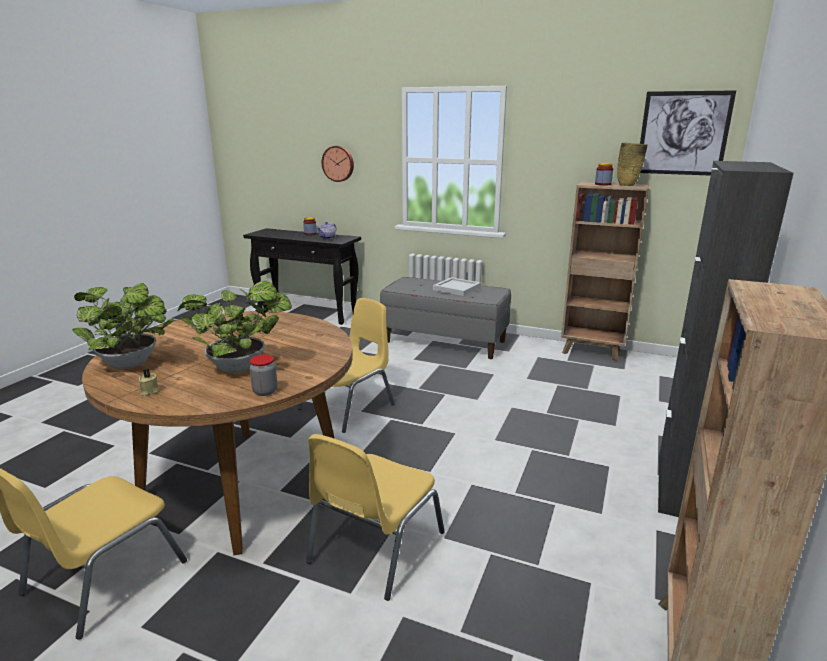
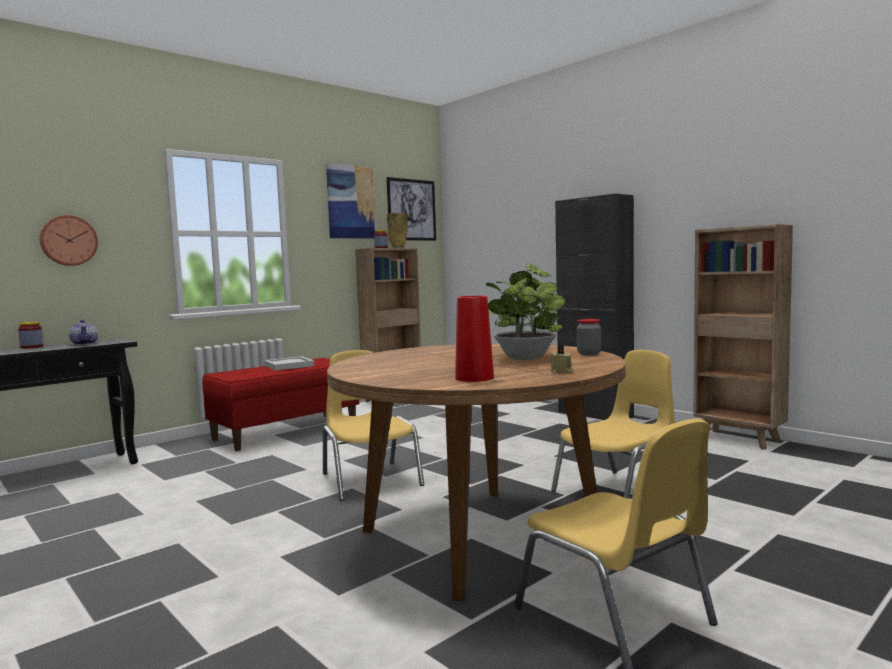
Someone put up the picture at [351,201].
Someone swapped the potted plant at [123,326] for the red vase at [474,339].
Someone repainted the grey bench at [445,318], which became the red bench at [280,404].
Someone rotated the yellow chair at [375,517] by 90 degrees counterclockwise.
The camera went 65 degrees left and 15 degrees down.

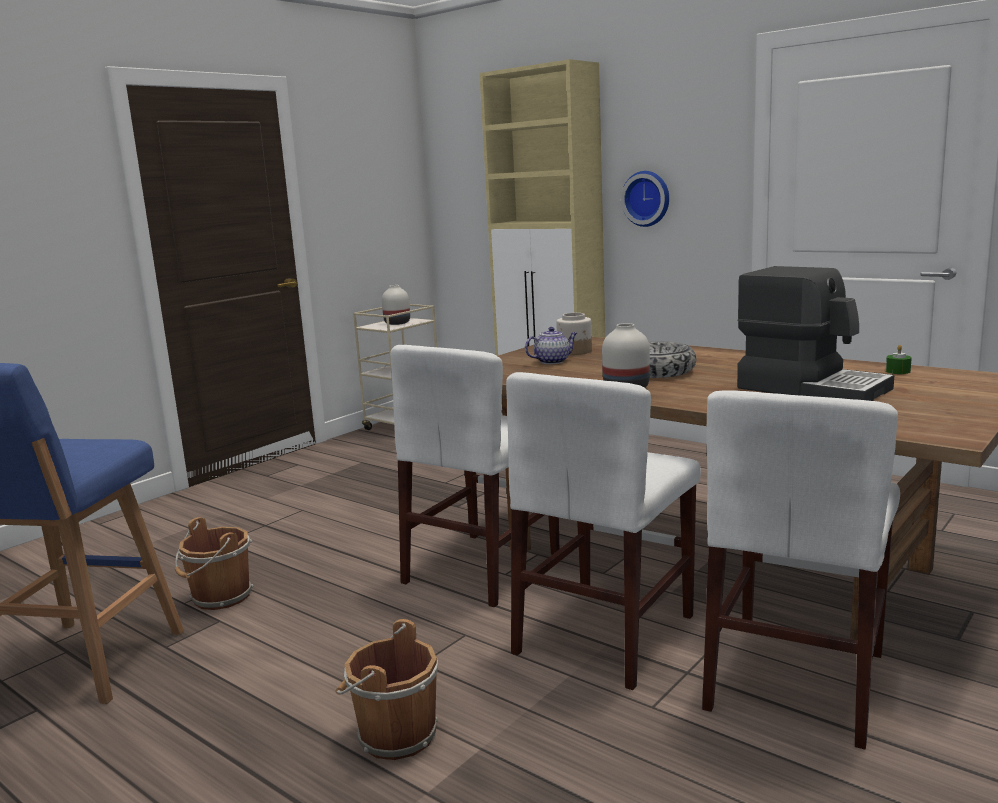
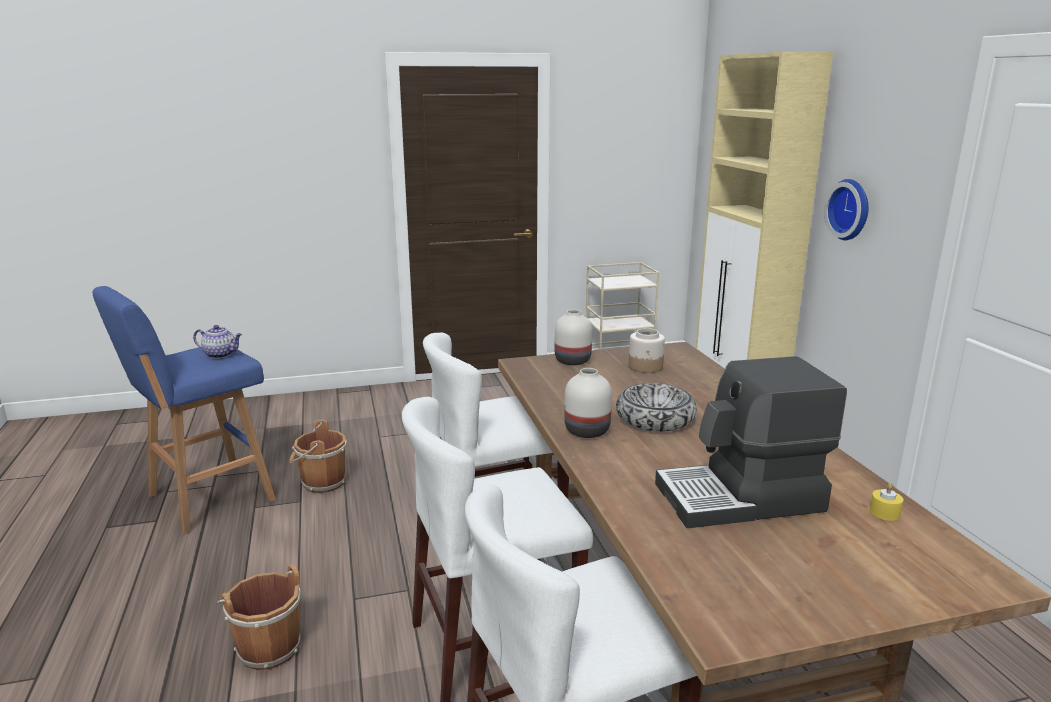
Someone carried the white vase from [396,305] to [573,337].
Someone carried the teapot from [551,345] to [217,341].
Someone repainted the green candle at [899,359], which became the yellow candle at [886,502].
Someone rotated the coffee machine at [815,333] by 90 degrees clockwise.
The camera went 35 degrees right and 5 degrees up.

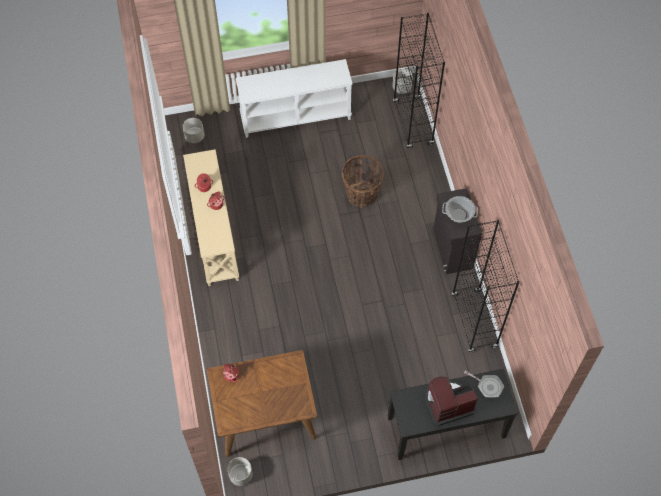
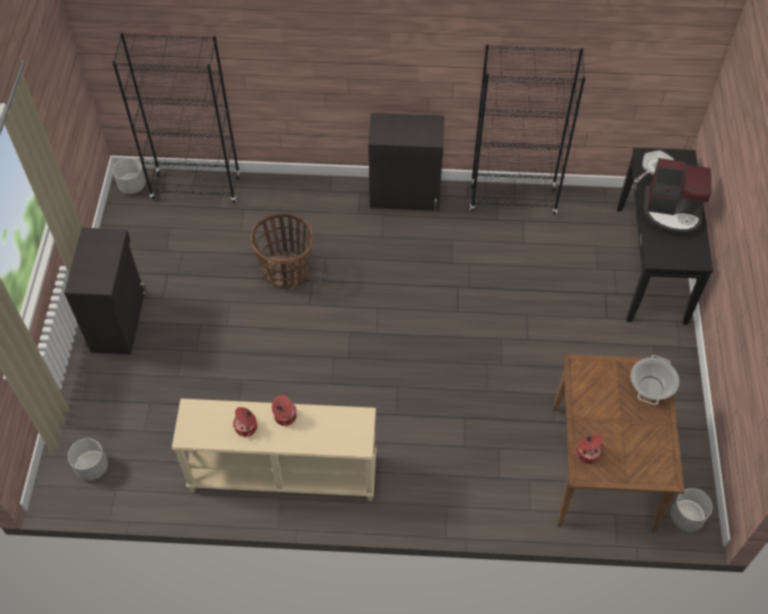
Someone carried the cooking pot from [460,209] to [655,380].
Someone swapped the white console table at [294,98] for the black cabinet at [106,291].
Someone rotated the coffee machine at [451,401] by 75 degrees counterclockwise.
The camera went 75 degrees left and 5 degrees down.

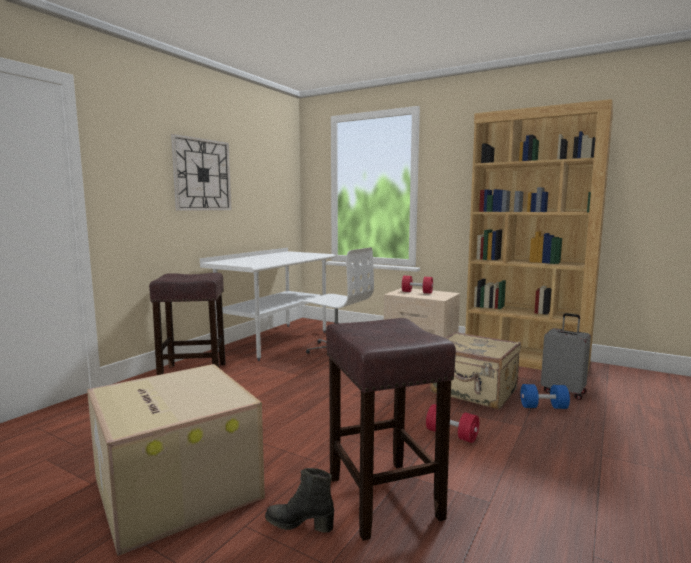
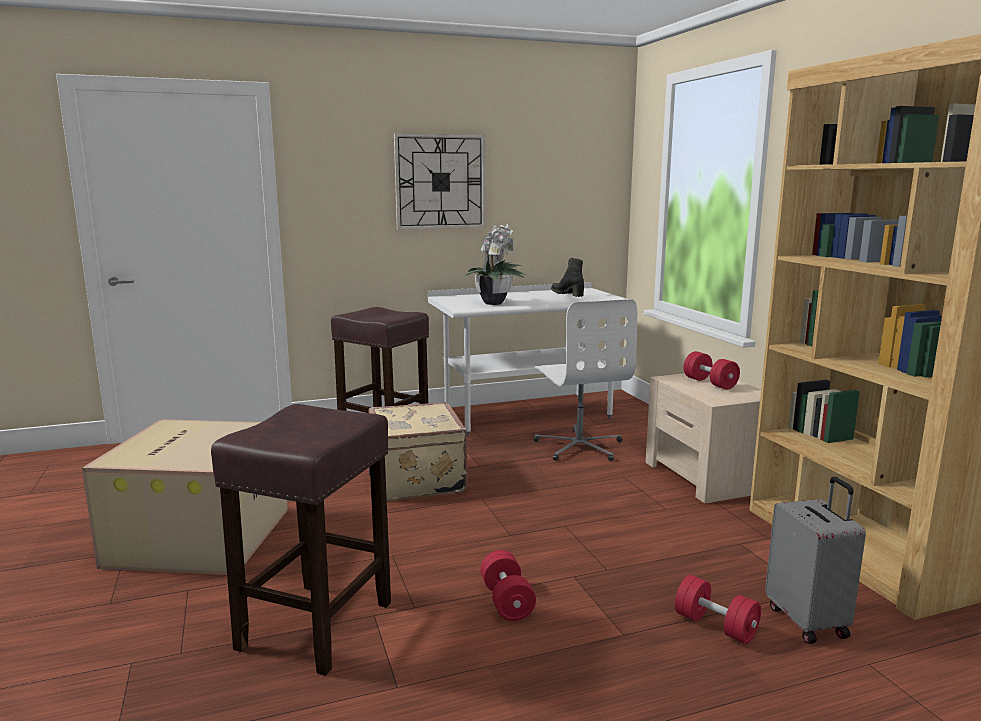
Someone put down the potted plant at [495,264].
Someone carried the black boot from [299,500] to [567,277].
Someone carried the beige suitcase from [475,370] to [418,451].
Someone repainted the blue dumbbell at [545,396], which became the red dumbbell at [718,609].
The camera went 40 degrees right and 5 degrees up.

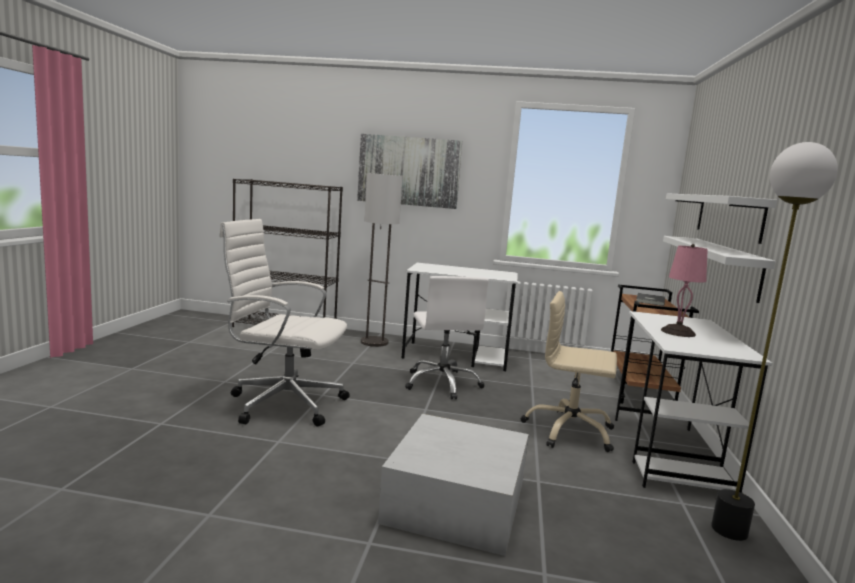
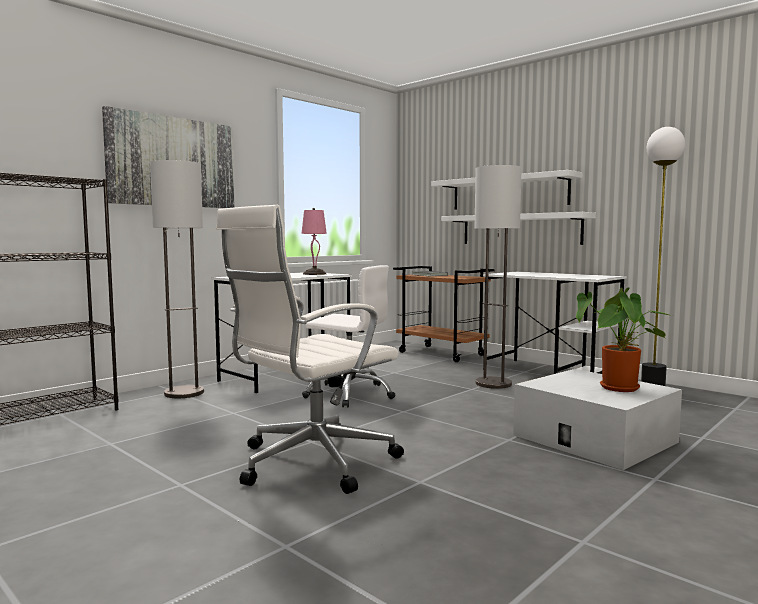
Someone put down the potted plant at [624,339].
Someone carried the pink table lamp from [684,290] to [314,241].
Someone swapped the beige office chair at [569,371] for the floor lamp at [498,277].
The camera went 55 degrees left and 5 degrees down.

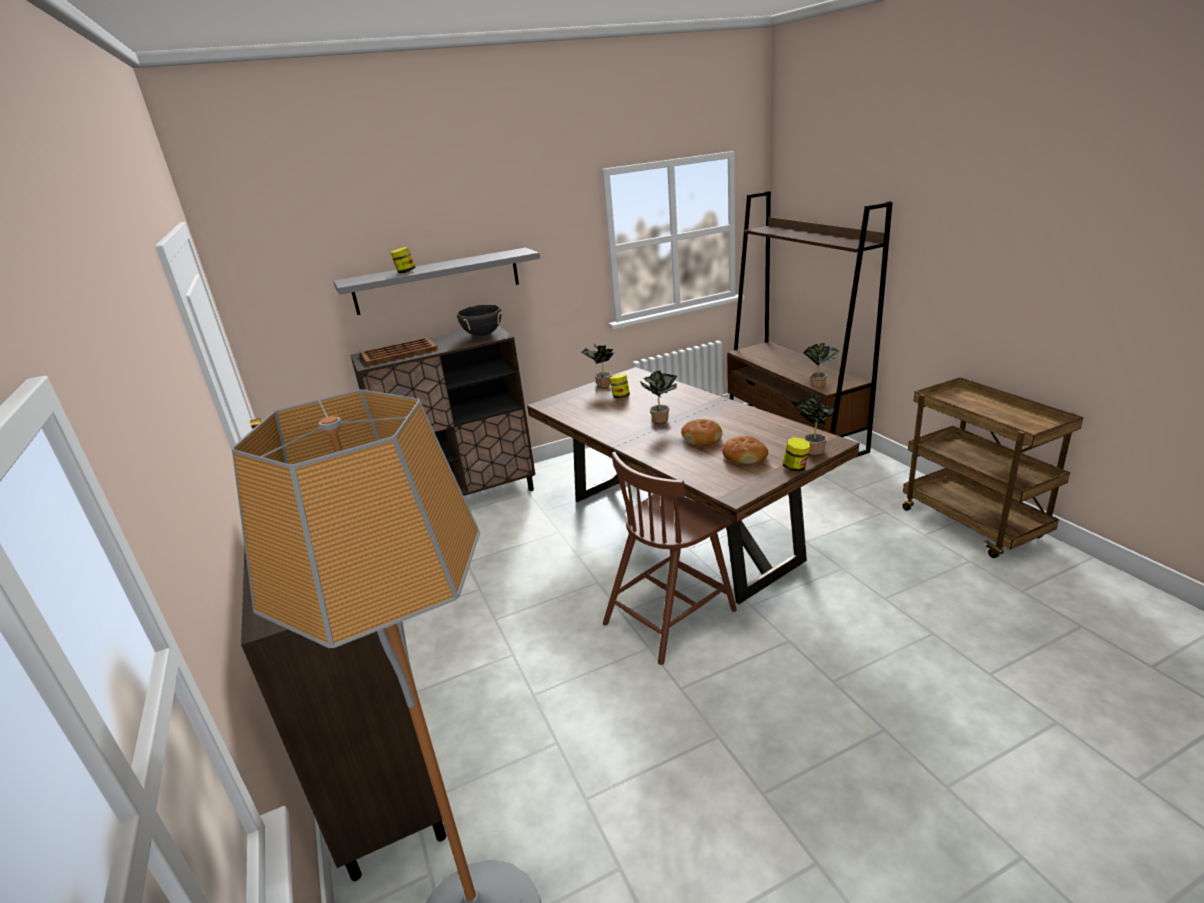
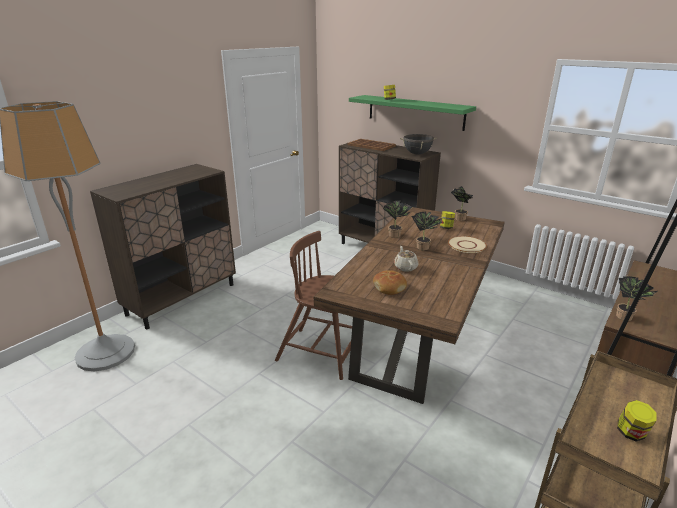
Someone put down the beige plate at [467,244].
Someone carried the jar from [796,454] to [637,421].
Someone carried the potted plant from [814,425] to [397,219].
Someone swapped the bread at [701,432] for the beige teapot at [406,259].
Someone repainted the grey shelf at [436,281], which became the green shelf at [412,113].
The camera went 60 degrees right and 0 degrees up.

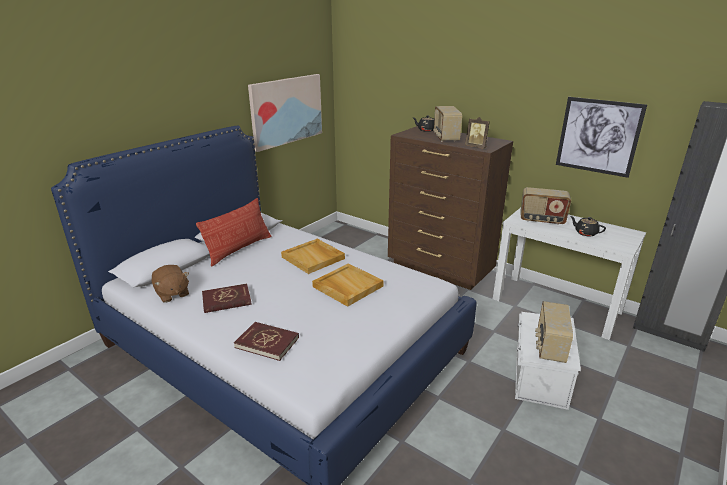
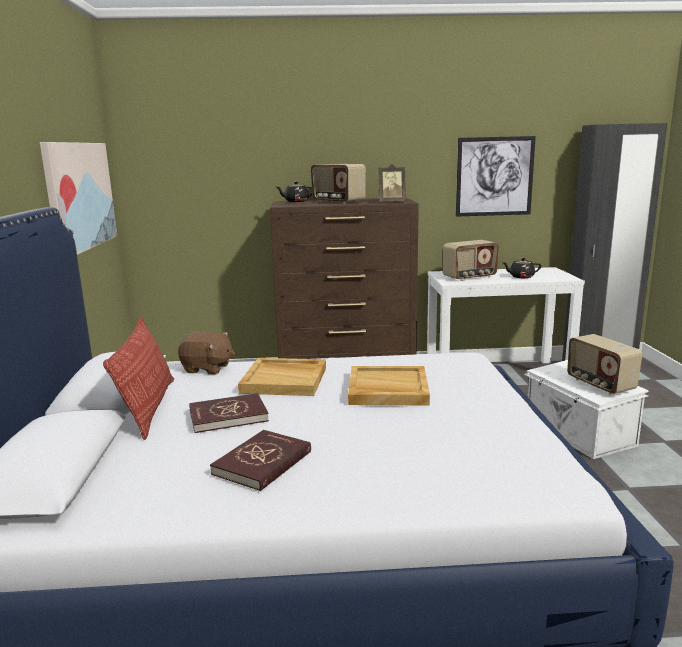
Someone carried the brown plush toy from [170,284] to [206,352].
Someone carried the red book from [266,341] to [229,413].
The camera went 40 degrees left and 10 degrees down.

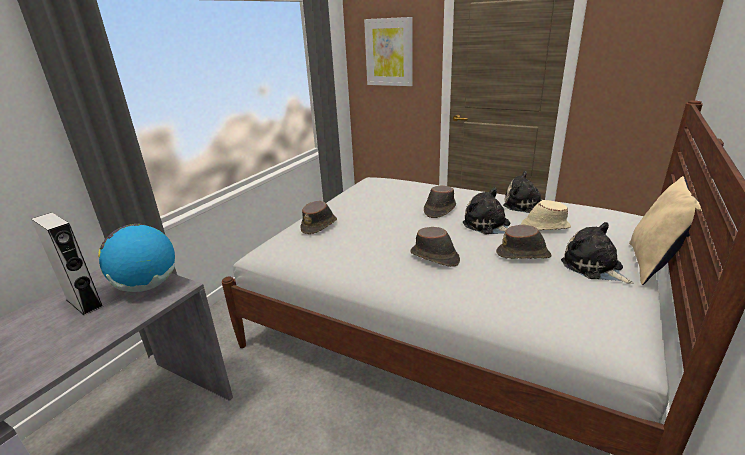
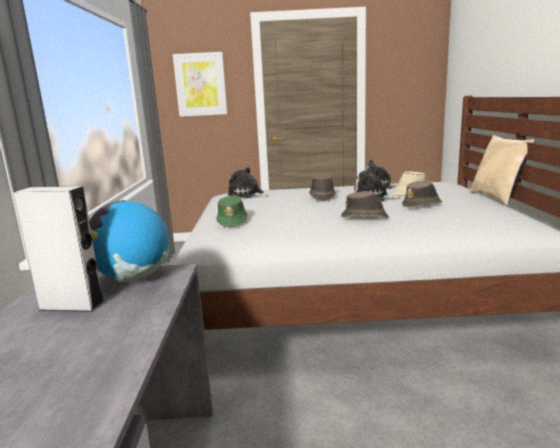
Someone carried the plush toy from [597,253] to [248,182].
Someone repainted the brown hat at [318,217], which became the green hat at [232,211].
The camera went 30 degrees left and 10 degrees down.

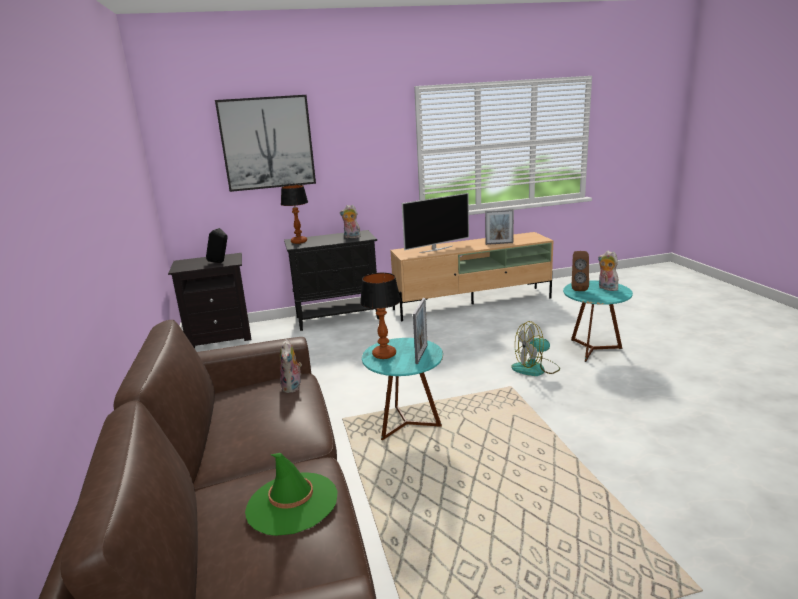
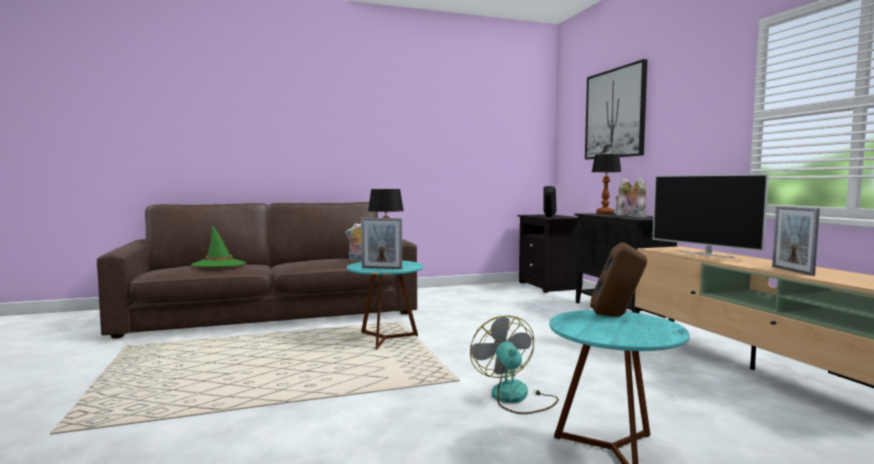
Someone carried the plush toy from [608,271] to [624,197].
The camera went 85 degrees right and 15 degrees down.

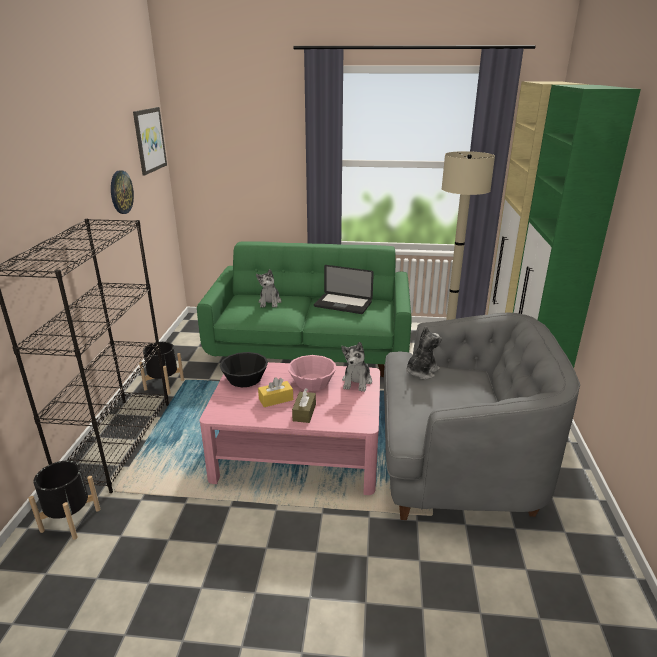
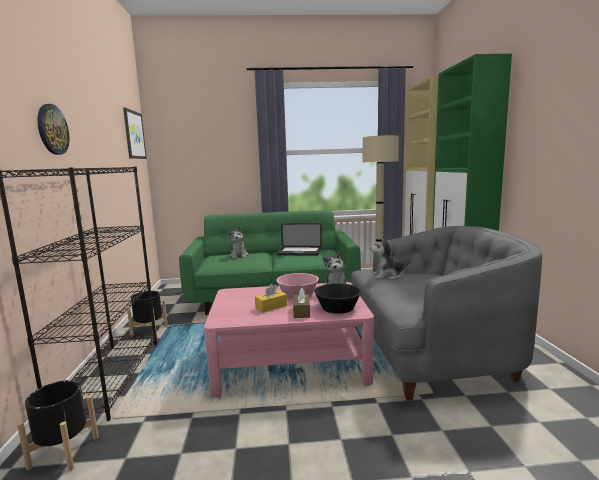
Someone carried the wall clock from [122,192] to [53,129].
Someone carried the black bowl from [243,369] to [338,298].
Someone rotated the plush toy at [424,352] by 120 degrees counterclockwise.
The camera went 10 degrees left and 15 degrees down.

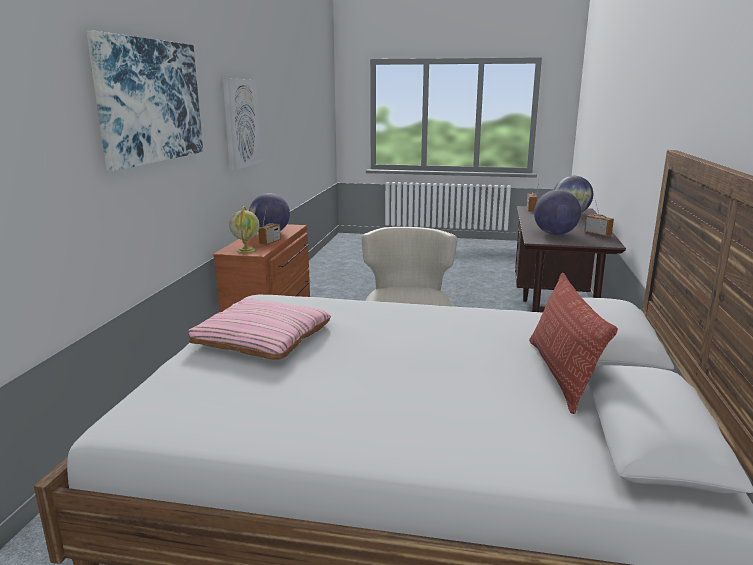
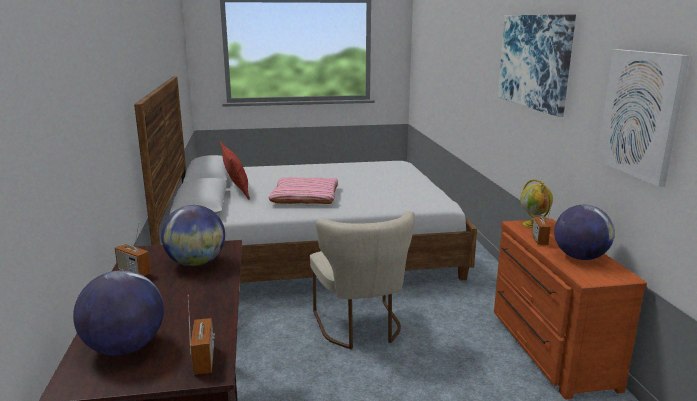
Someone carried the pink pillow from [259,329] to [303,190].
The camera went 160 degrees right and 0 degrees up.

